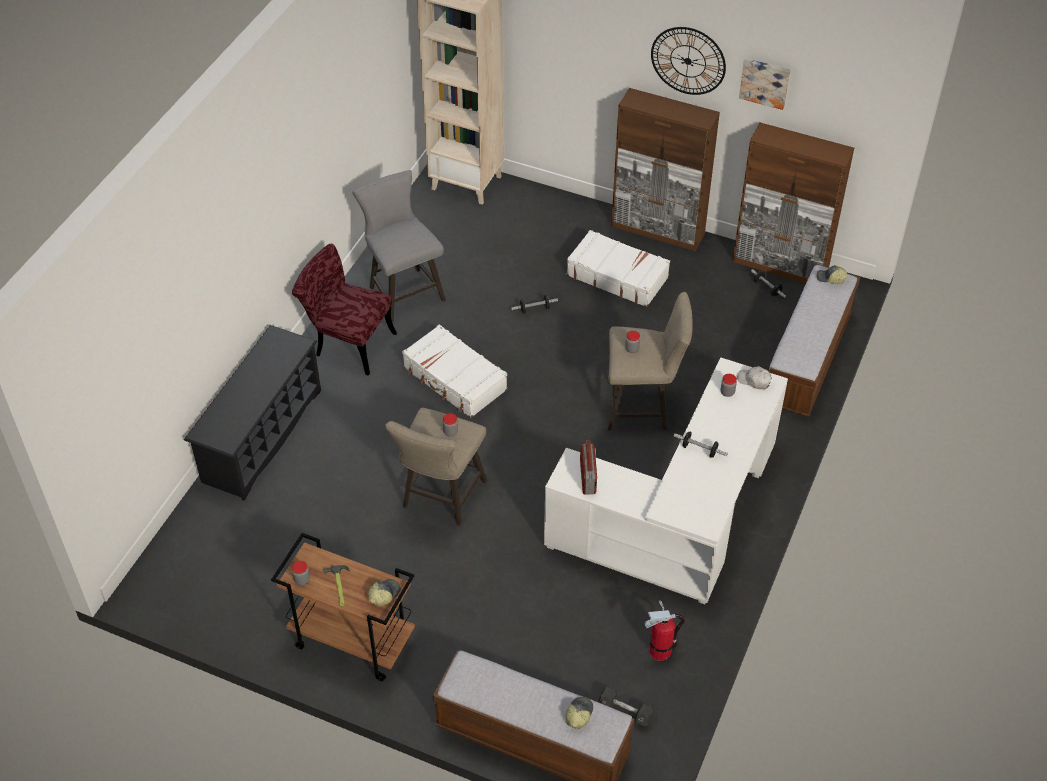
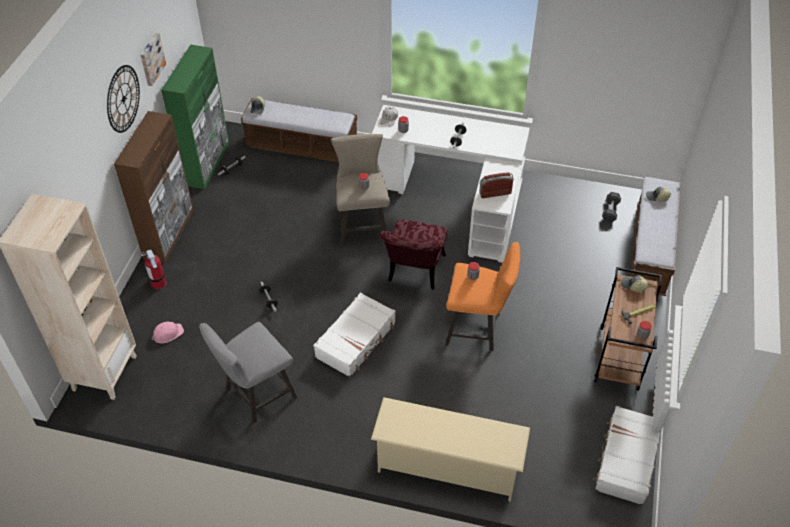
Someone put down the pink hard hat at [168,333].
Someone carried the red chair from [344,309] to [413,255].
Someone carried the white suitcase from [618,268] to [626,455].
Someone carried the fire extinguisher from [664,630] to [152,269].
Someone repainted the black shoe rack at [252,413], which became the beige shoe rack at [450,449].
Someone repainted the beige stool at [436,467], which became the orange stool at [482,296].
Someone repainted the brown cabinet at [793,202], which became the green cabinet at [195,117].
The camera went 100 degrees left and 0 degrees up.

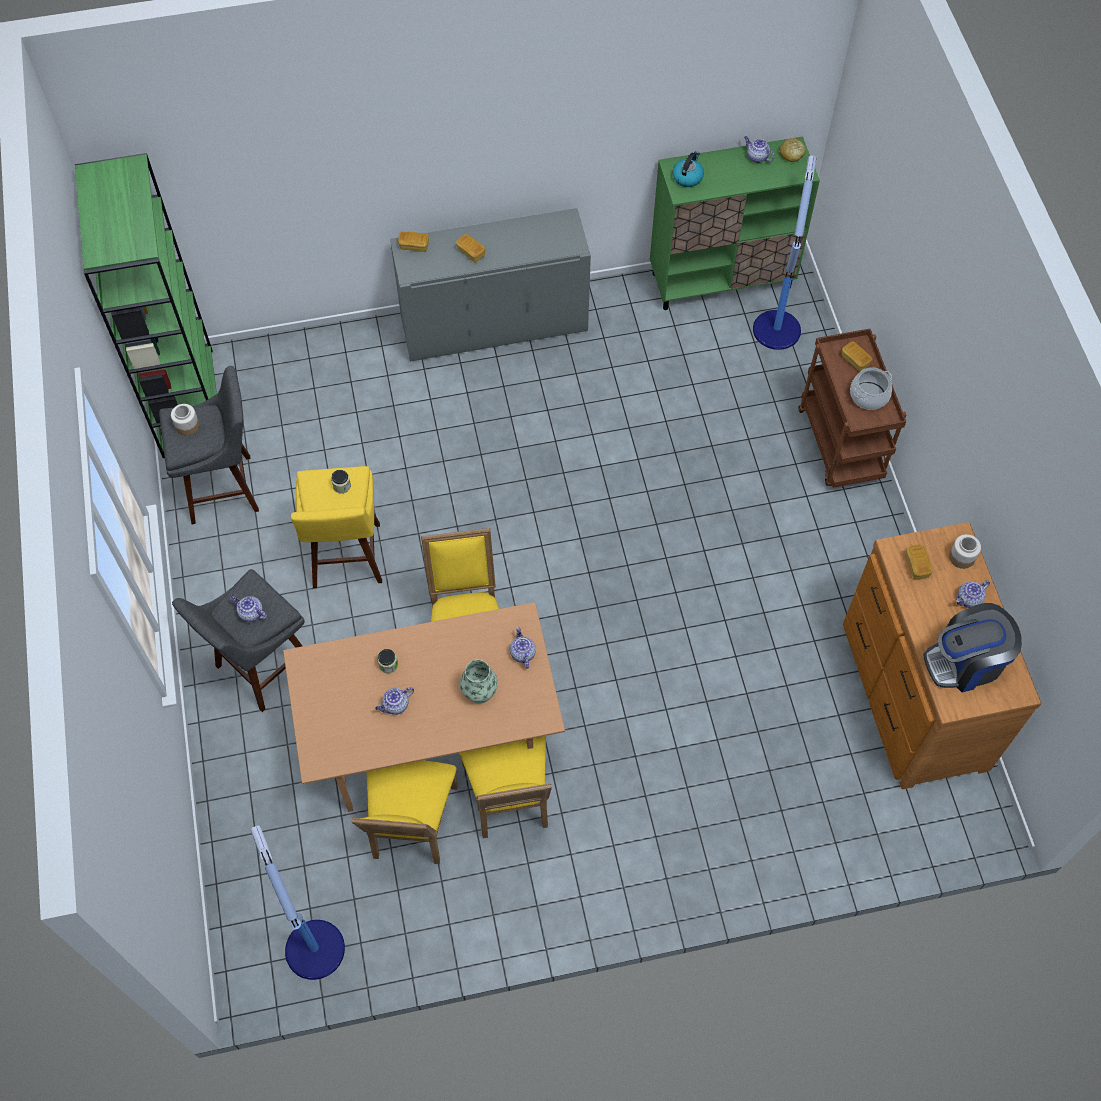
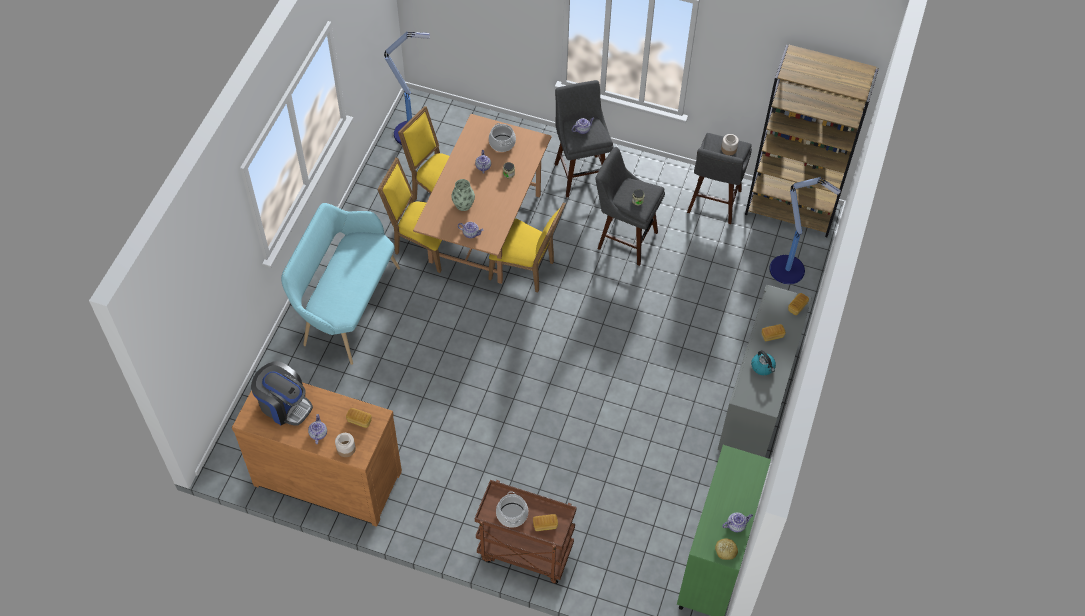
Someone put down the turquoise bench at [340,284].
Someone put down the cooking pot at [502,137].
Someone carried the kettle from [688,169] to [763,362].
Someone carried the floor lamp from [784,252] to [805,230].
Someone repainted the green bookcase at [146,305], which became the brown bookcase at [812,141].
Someone repainted the yellow stool at [336,527], which became the grey stool at [630,206].
Someone rotated the coffee machine at [972,647] by 105 degrees clockwise.
The camera went 120 degrees right and 5 degrees down.

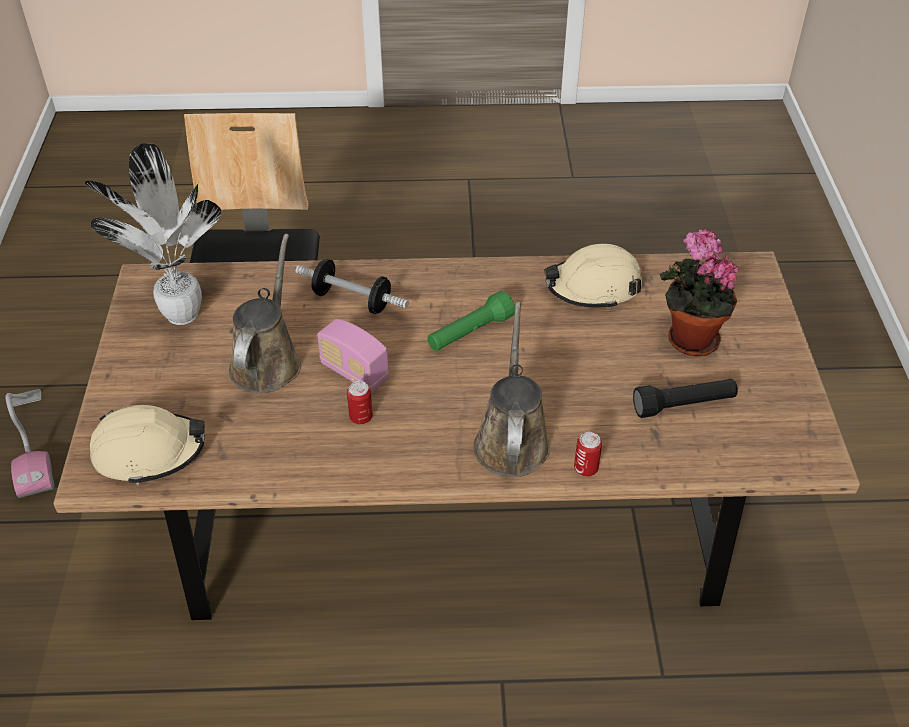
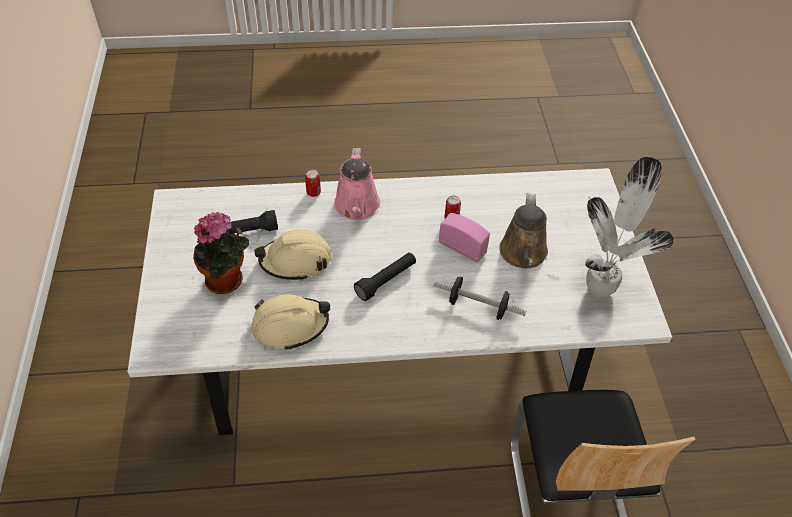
Someone took away the vacuum cleaner at [29,443].
Someone carried the beige hard hat from [147,445] to [292,254].
Someone repainted the brown dining table at [457,436], which became the white dining table at [399,301].
Someone repainted the green flashlight at [471,321], which became the black flashlight at [385,276].
Someone repainted the brown watering can at [512,389], which became the pink watering can at [357,184].
The camera went 175 degrees right and 5 degrees up.

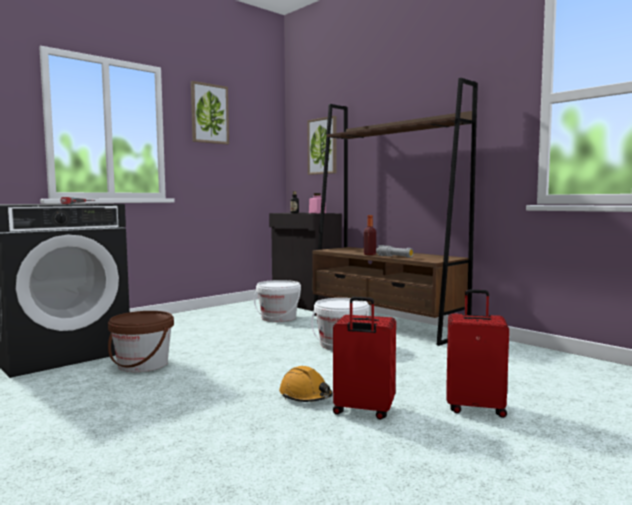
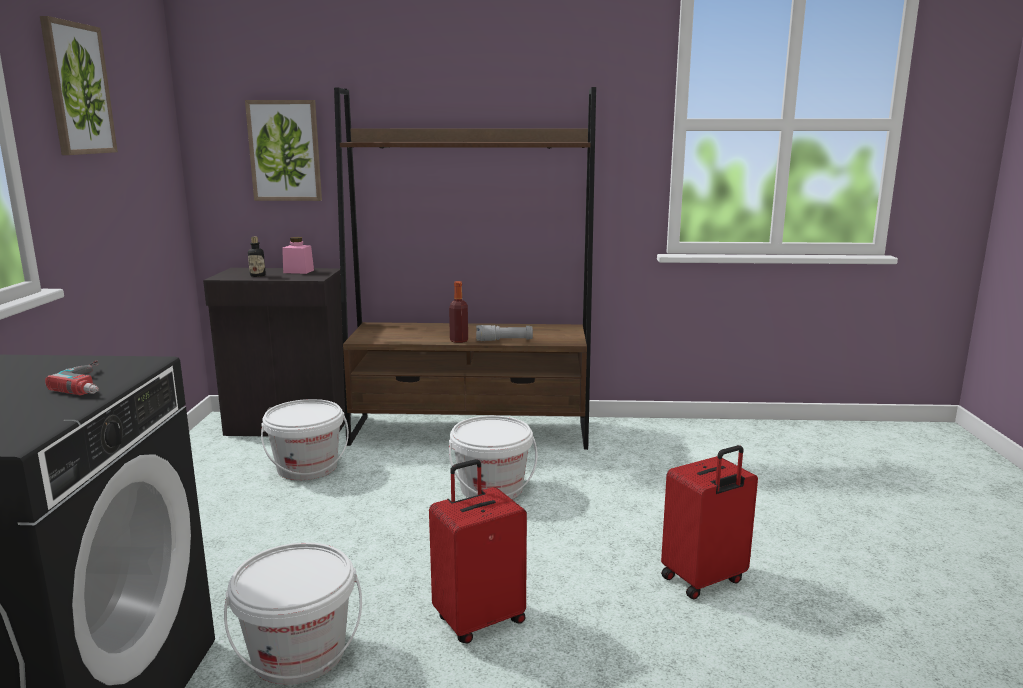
Someone took away the orange hard hat at [306,384].
Someone carried the red suitcase from [478,353] to [478,551].
Someone repainted the brown bucket at [141,341], which became the white bucket at [293,613].
The camera went 45 degrees left and 10 degrees up.

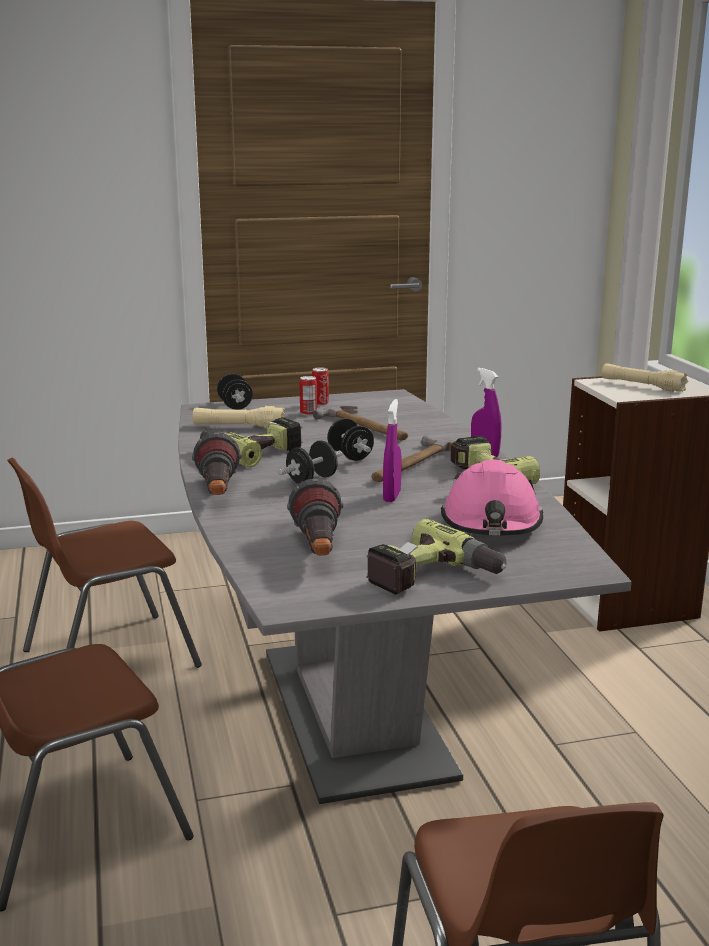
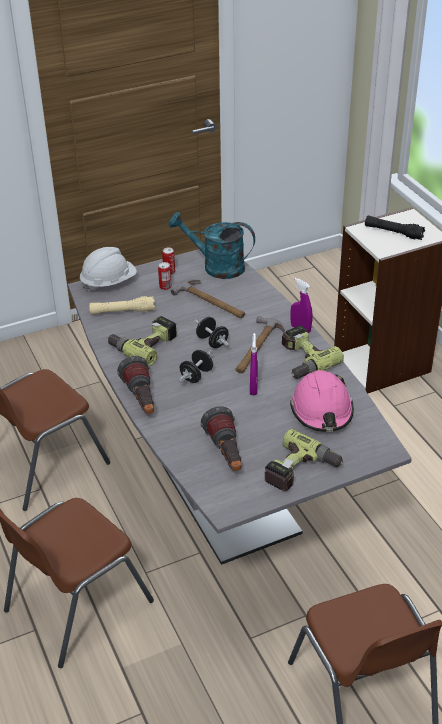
Someone put down the turquoise watering can at [211,245].
Someone swapped the black dumbbell at [235,392] for the white hard hat at [108,269].
Someone repainted the beige flashlight at [645,378], which became the black flashlight at [395,228].
The camera went 10 degrees left and 20 degrees up.

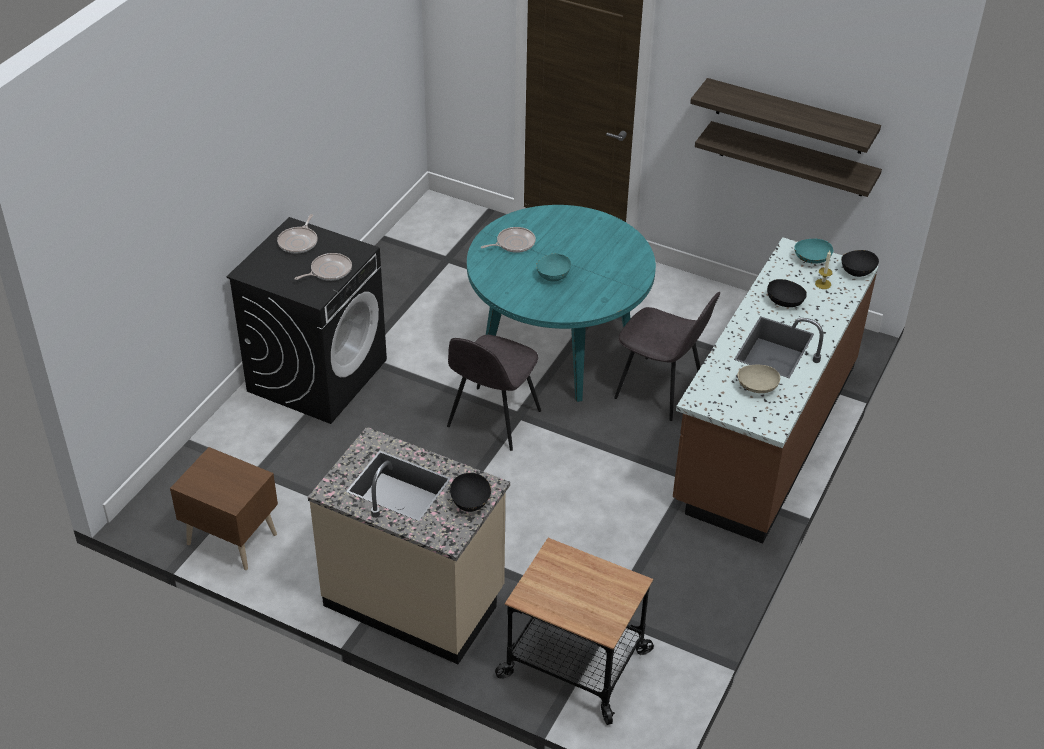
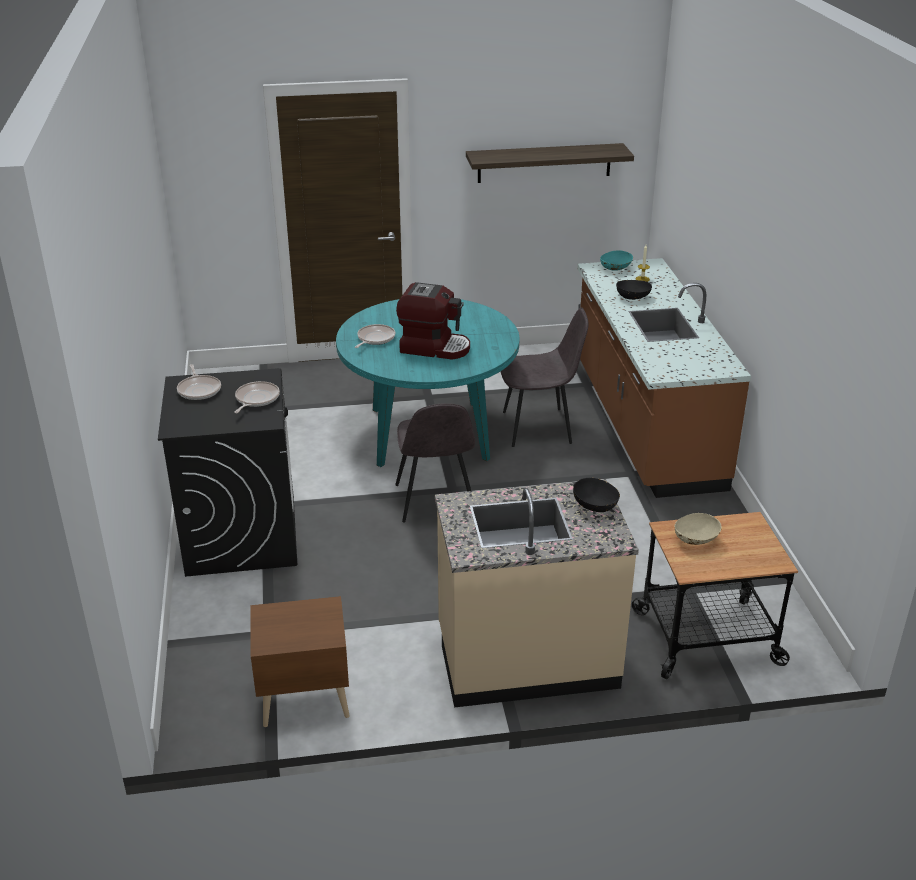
Someone took away the shelf at [788,159].
Someone took away the black bowl at [860,263].
Someone carried the beige bowl from [758,379] to [698,529].
Someone swapped the turquoise bowl at [553,267] for the coffee machine at [433,321].
The camera went 35 degrees left and 10 degrees down.

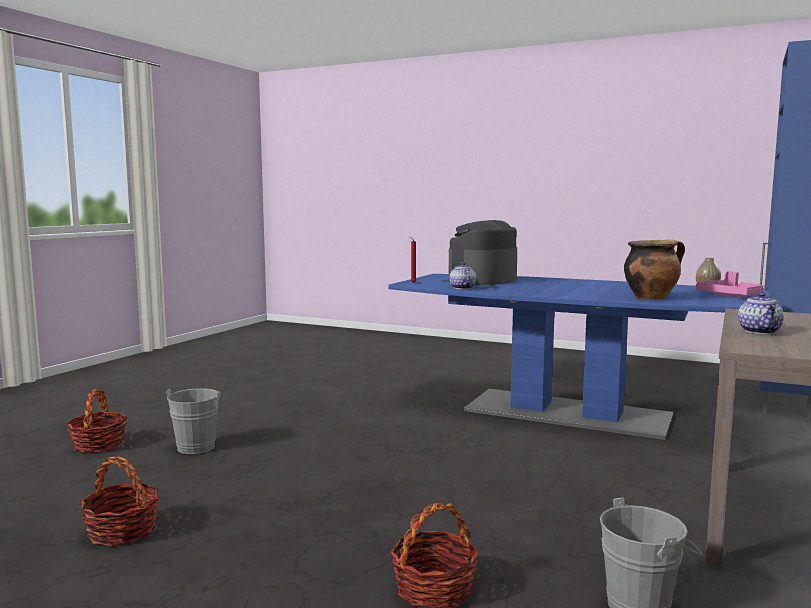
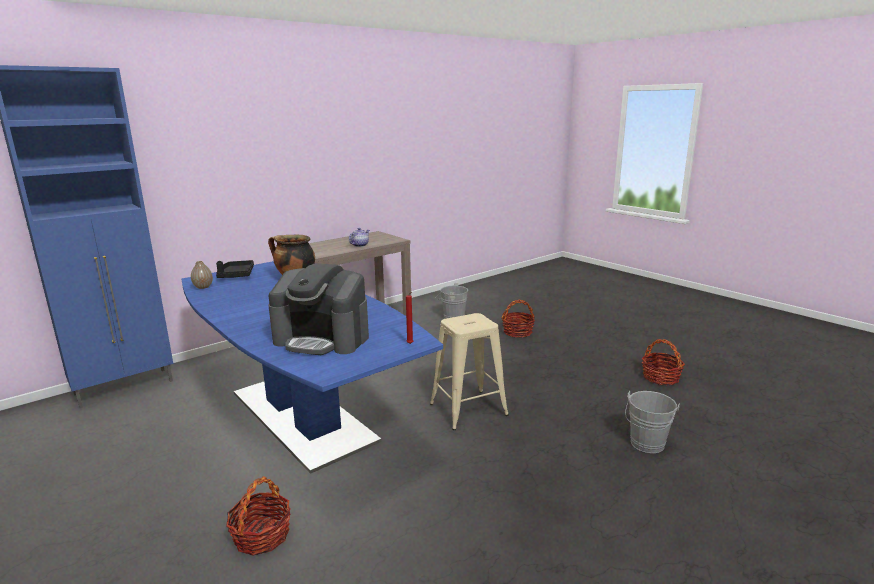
Someone took away the teapot at [462,275].
Someone put down the beige stool at [469,371].
Someone carried the basket from [97,421] to [258,516].
Someone repainted the pink tray at [730,284], which became the black tray at [235,269].
Someone rotated the coffee machine at [482,252] by 45 degrees clockwise.
The camera went 155 degrees left and 10 degrees up.

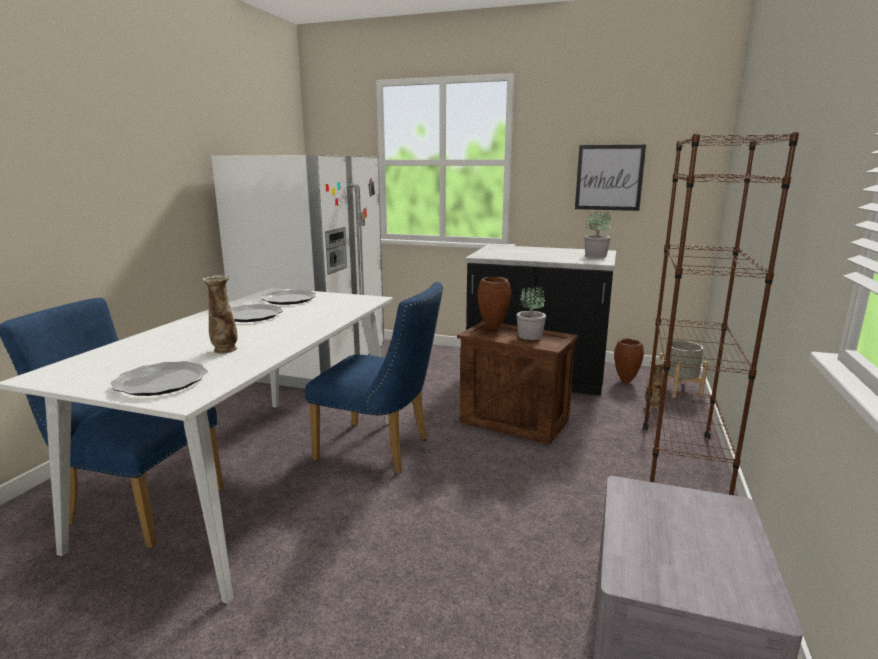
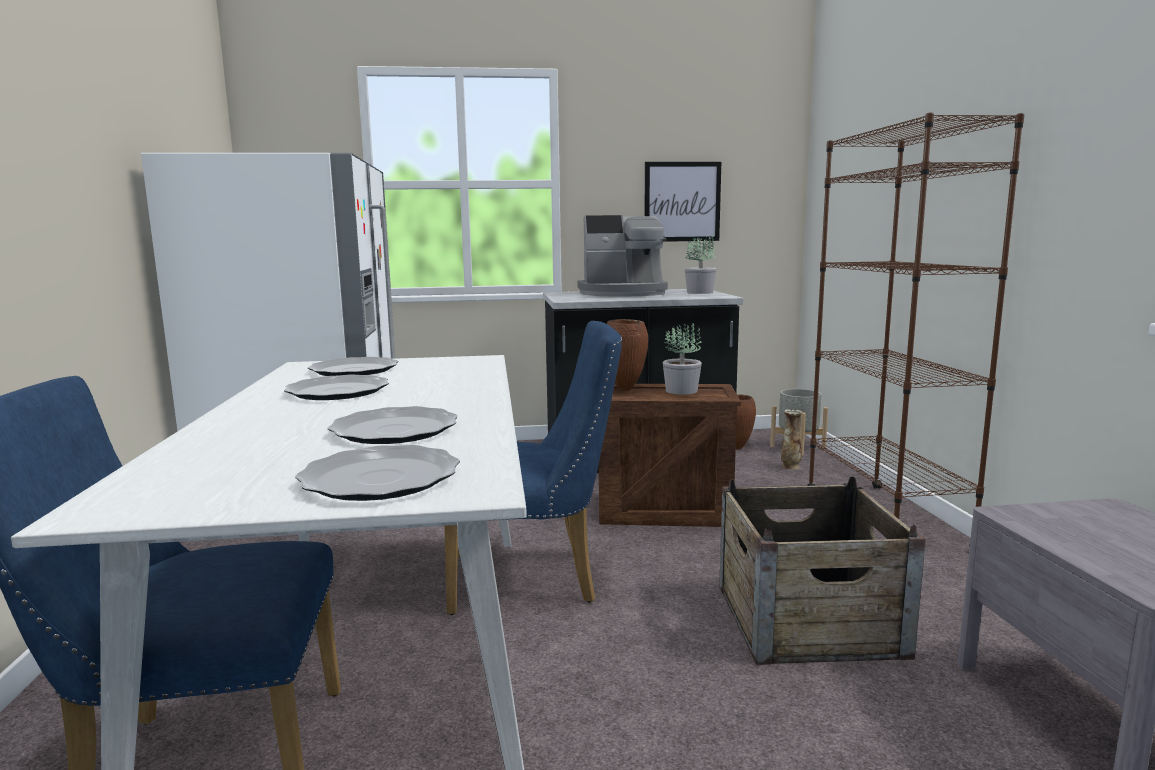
Someone put down the coffee machine at [622,255].
Someone put down the crate at [822,571].
Someone swapped the vase at [219,314] for the plate at [392,425].
The camera went 25 degrees left and 5 degrees down.

